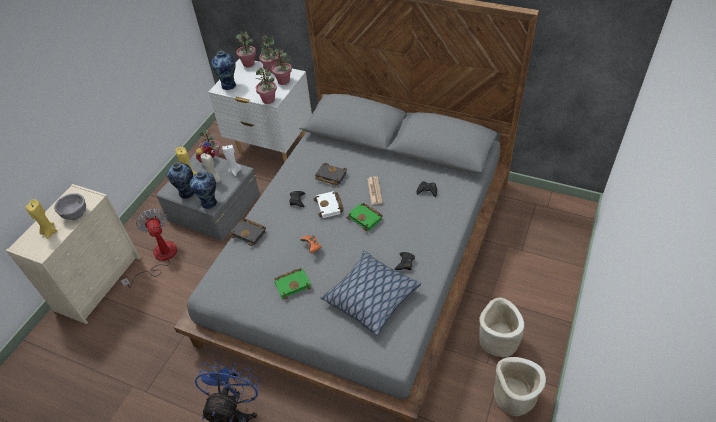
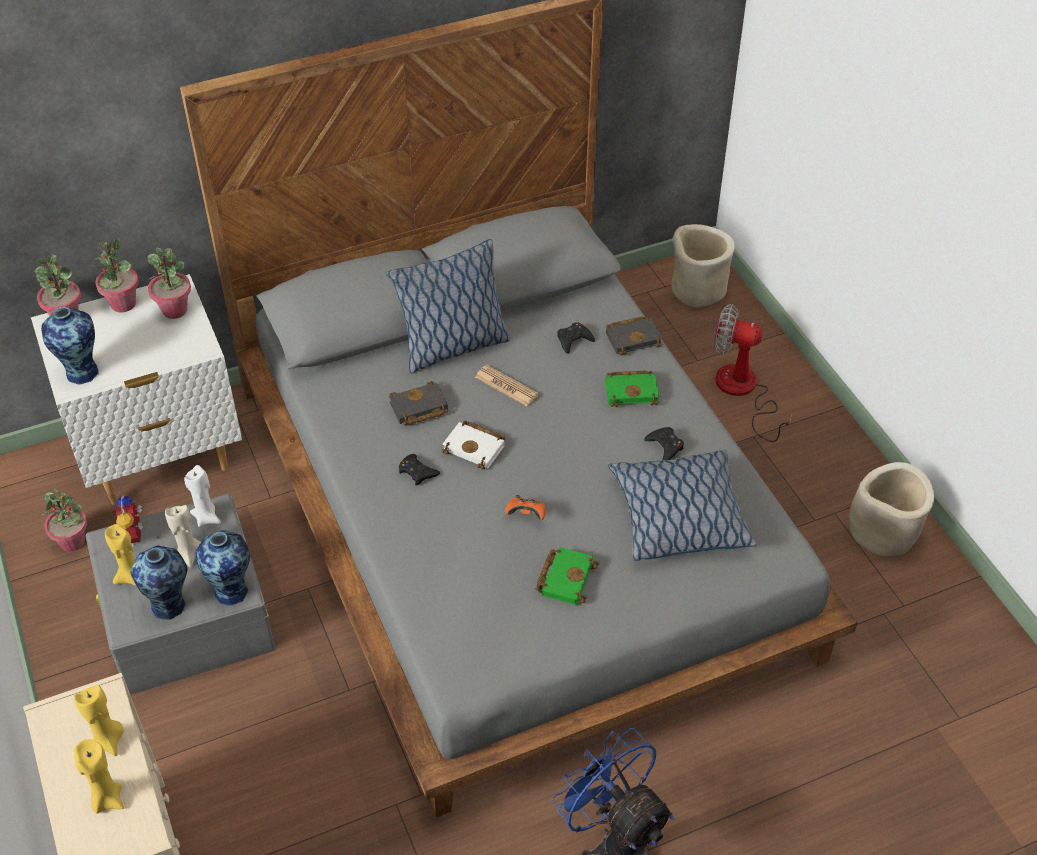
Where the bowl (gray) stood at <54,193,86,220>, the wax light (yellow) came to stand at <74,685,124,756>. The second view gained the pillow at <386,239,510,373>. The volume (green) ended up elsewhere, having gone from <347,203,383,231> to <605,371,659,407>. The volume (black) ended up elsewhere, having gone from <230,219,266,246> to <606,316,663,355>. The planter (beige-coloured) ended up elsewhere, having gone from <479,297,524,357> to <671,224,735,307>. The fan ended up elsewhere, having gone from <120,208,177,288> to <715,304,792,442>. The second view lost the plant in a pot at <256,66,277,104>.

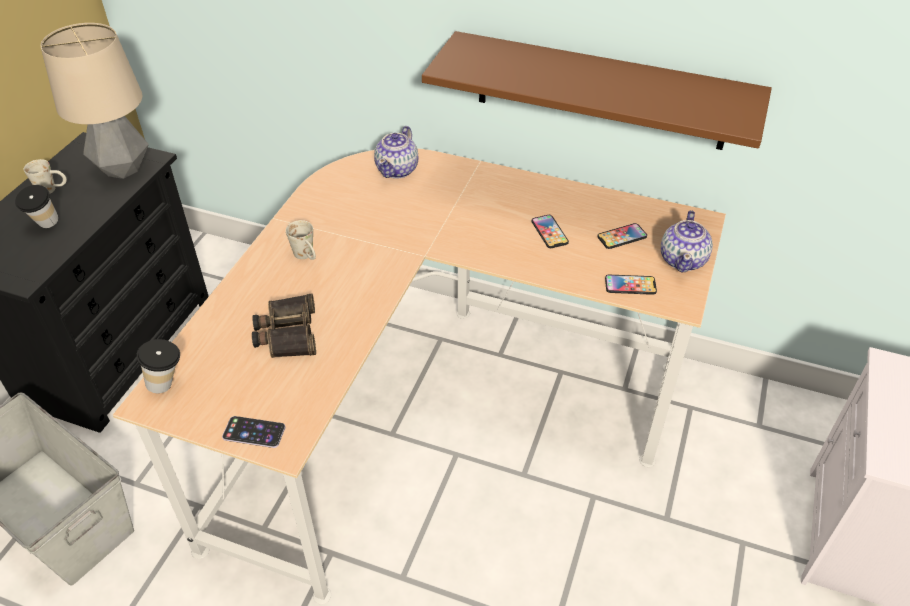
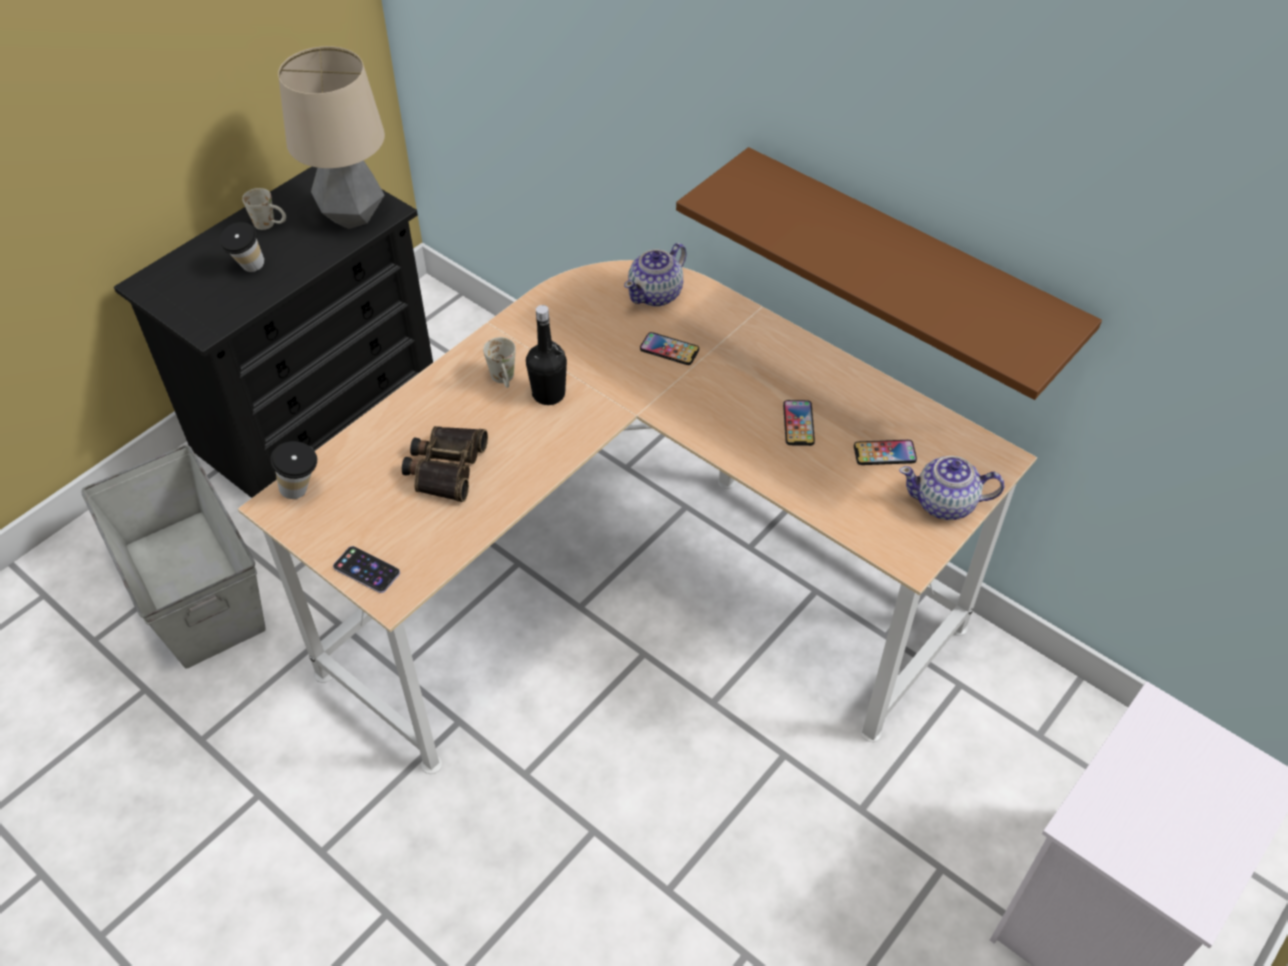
The second view gained the drink bottle (black) at <526,305,567,405>. The handset ended up elsewhere, having gone from <605,275,657,295> to <640,332,699,365>. The pot for tea at <661,210,713,273> ended up facing another way, 60 degrees clockwise from before.

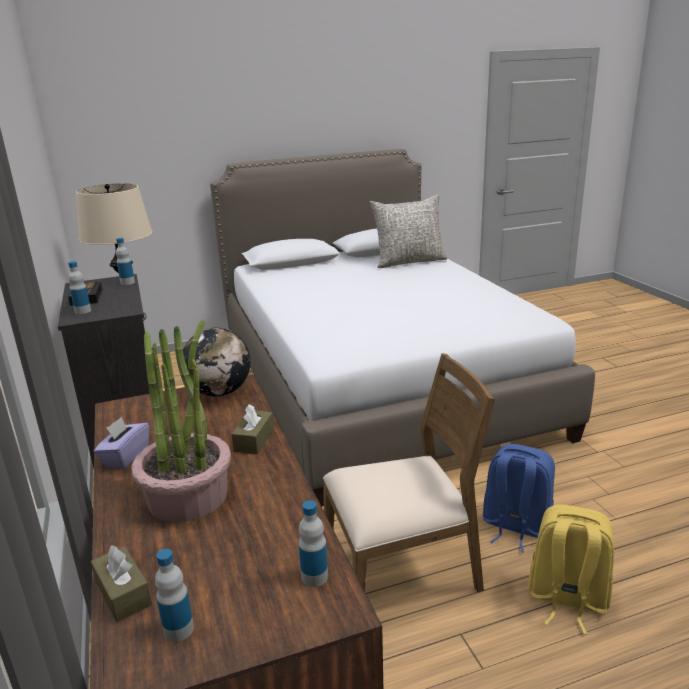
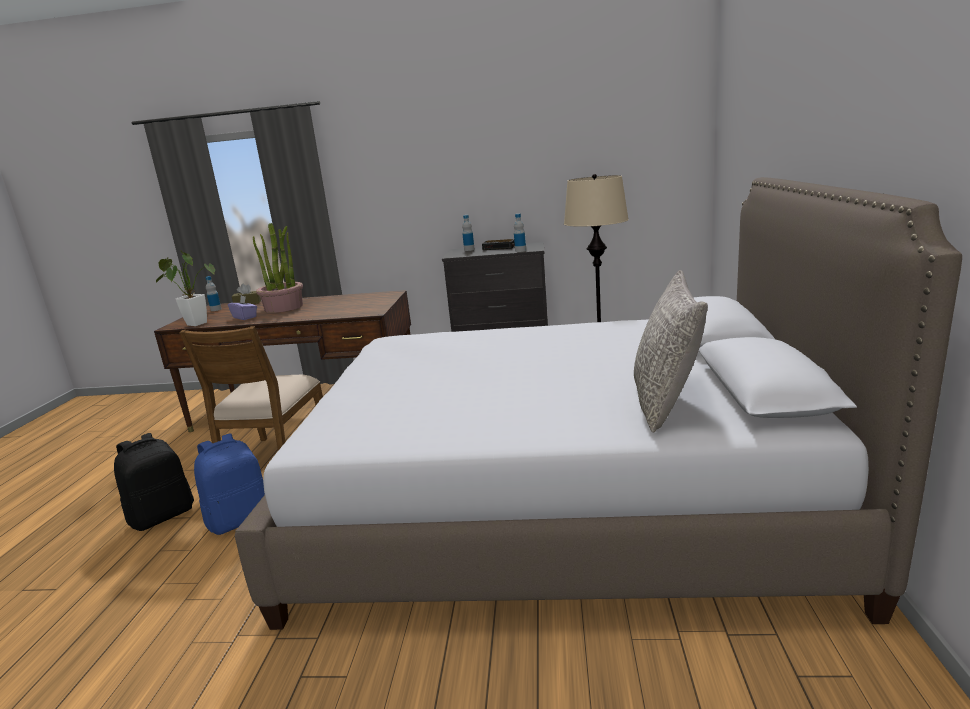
What was the rucksack (yellow) at <528,504,614,634> turned into the rucksack (black) at <114,433,194,531>. Where the drink bottle stood at <299,500,328,587>, the plant in a pot came to stand at <156,250,215,326>. The tissue holder (purple-coloured) ended up elsewhere, having gone from <94,416,149,469> to <228,296,257,320>. The second view lost the globe at <183,328,251,396>. The second view lost the tissue holder (brown) at <232,404,274,455>.

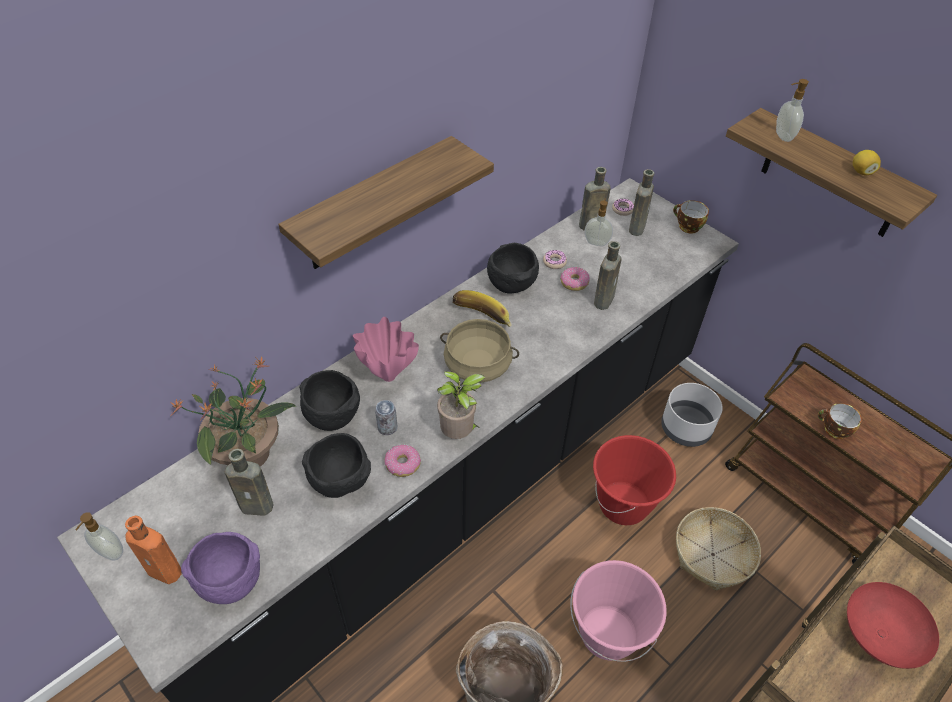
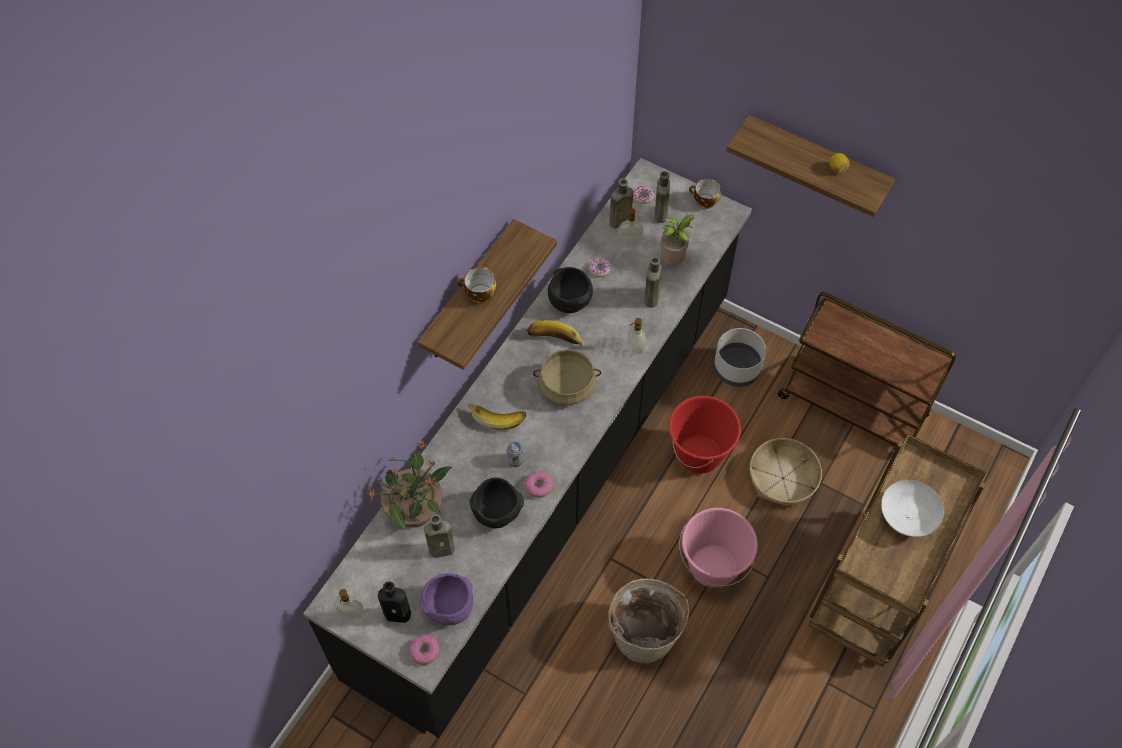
What was the drink bottle (orange) at <125,516,181,584> turned into the drink bottle (black) at <378,581,411,623>. The ring doughnut ended up elsewhere, having gone from <560,267,590,291> to <409,635,439,665>. The drinking cup ended up elsewhere, having gone from <818,403,862,439> to <457,267,496,303>. Where the flower vase (pink-coloured) stood at <353,317,419,382>, the banana came to stand at <467,401,526,430>. The soap dispenser ended up elsewhere, having gone from <776,79,809,142> to <628,318,646,354>. The plant in a pot ended up elsewhere, having gone from <437,371,485,439> to <661,215,695,265>. What was the bowl (red-coloured) at <847,582,939,669> turned into the bowl (whitish) at <881,480,944,537>. The second view lost the bowl (black) at <299,370,360,431>.

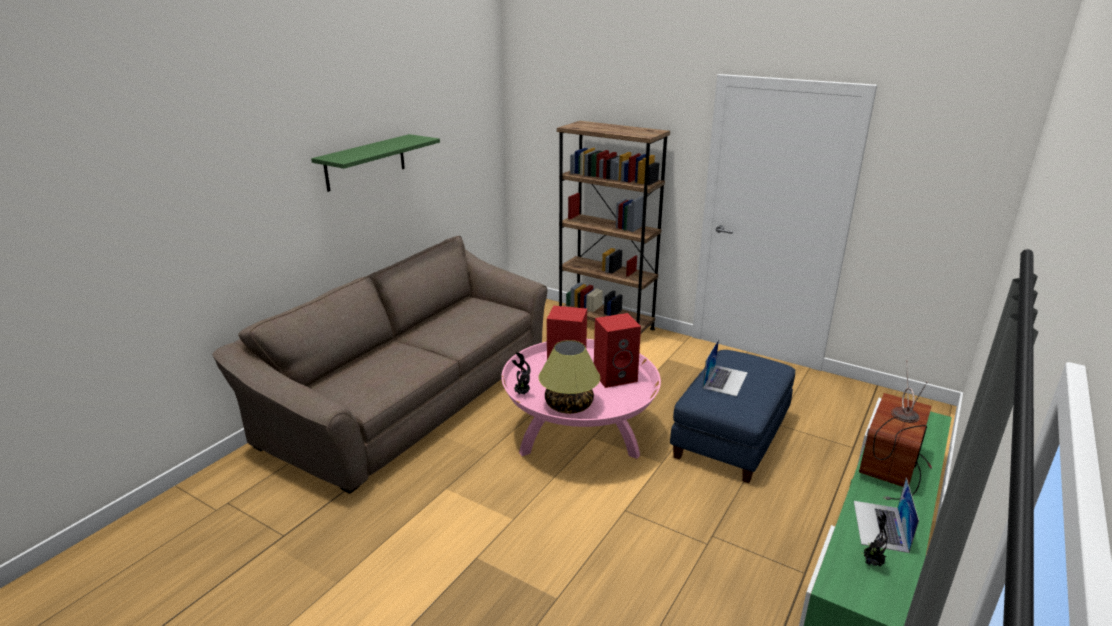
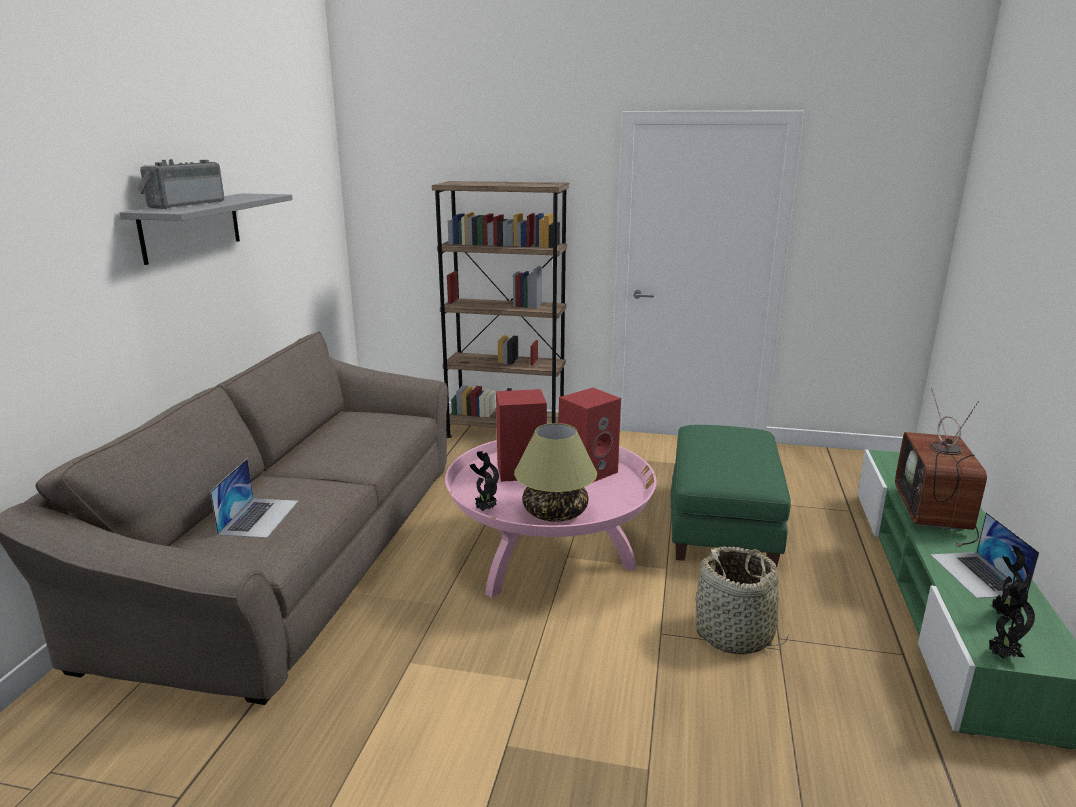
What was the wall shelf (green) at <311,134,440,192> turned into the wall shelf (gray) at <119,193,293,265>. The second view gained the radio at <137,159,224,209>. The notebook computer ended up elsewhere, having gone from <703,339,748,396> to <210,459,298,538>. What was the pouffe (bluish) at <670,350,795,483> turned into the pouffe (green) at <671,425,791,567>. The second view gained the household basket at <695,546,789,655>. The second view gained the plant in a pot at <989,586,1035,659>.

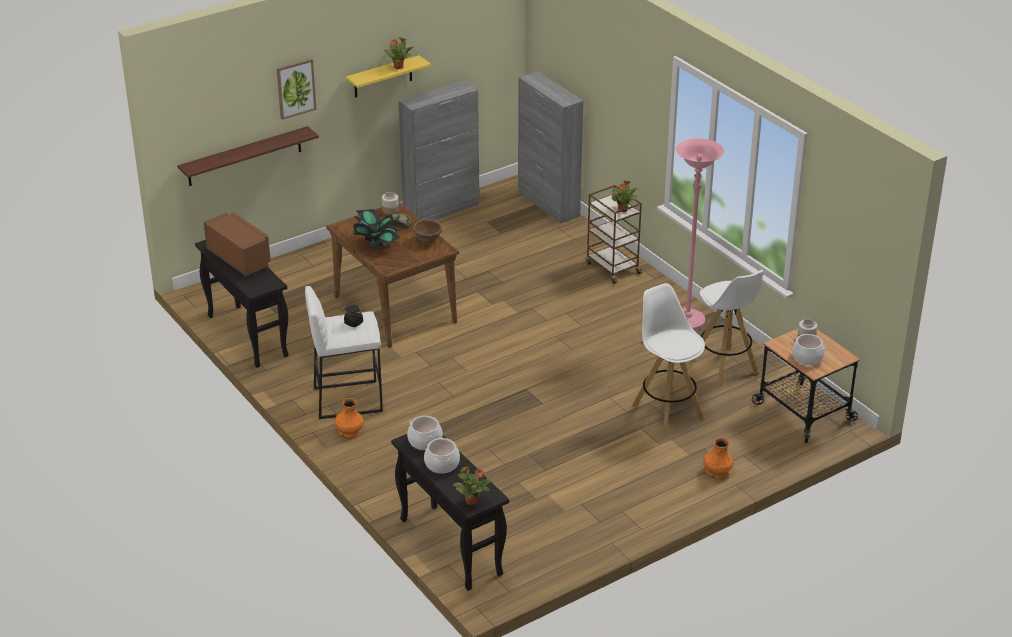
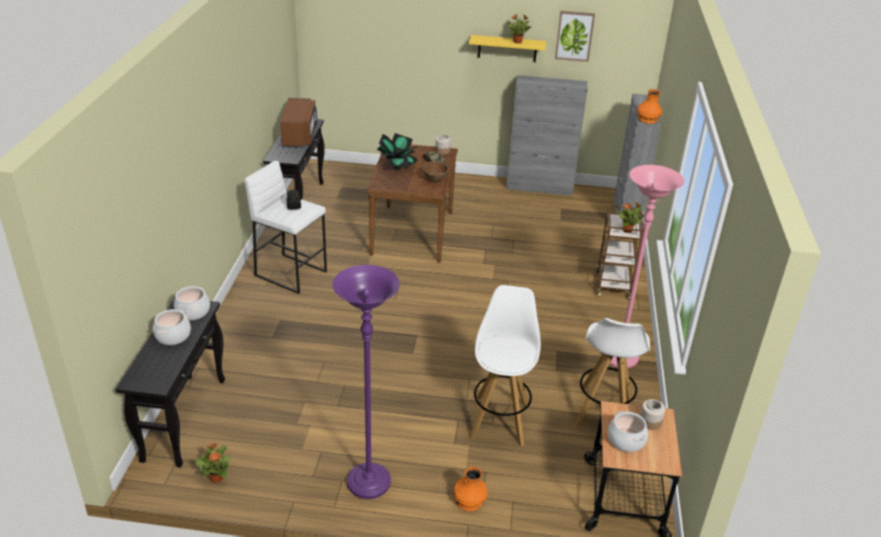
The plant in a pot ended up elsewhere, having gone from <453,466,491,505> to <195,443,230,483>. The second view gained the standard lamp (purple-coloured) at <333,265,400,499>. The wall art ended up elsewhere, having gone from <277,58,317,120> to <555,11,595,62>. The flower vase (orange) ended up elsewhere, having gone from <335,398,363,438> to <637,89,662,124>. The second view lost the wall shelf at <178,126,319,186>.

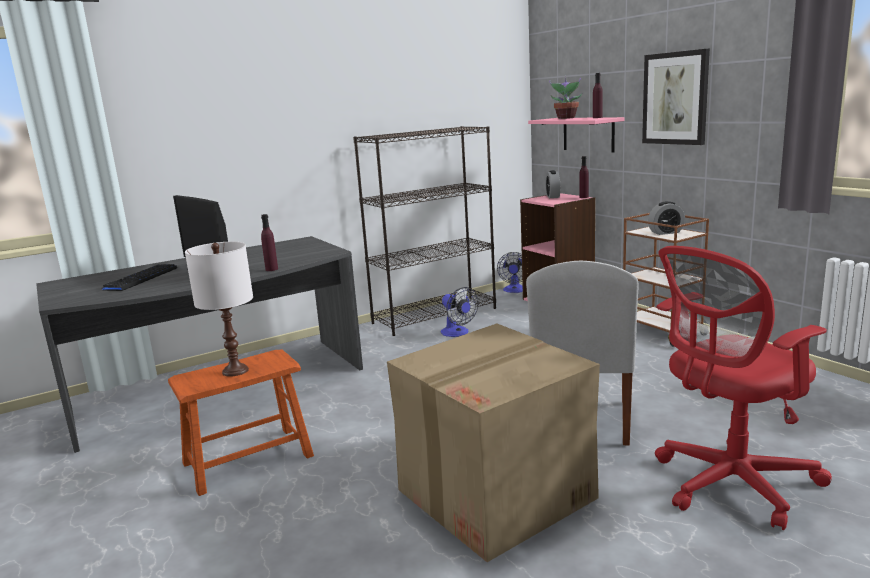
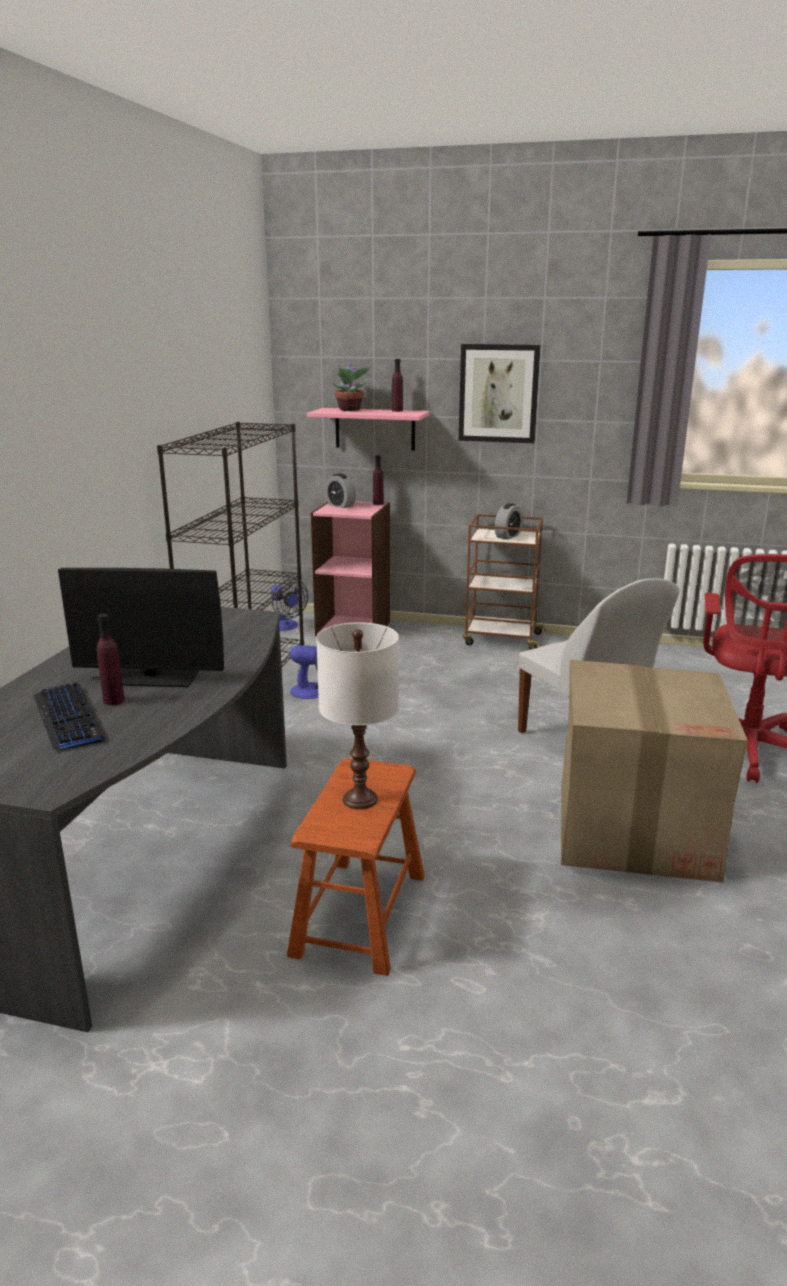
The drink bottle (purple-coloured) ended up elsewhere, having gone from <261,214,278,271> to <97,614,125,705>.

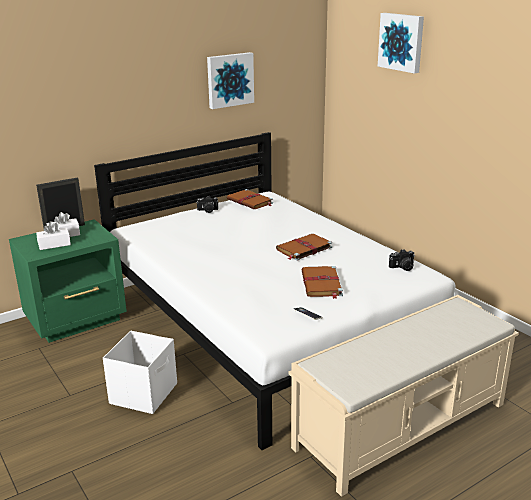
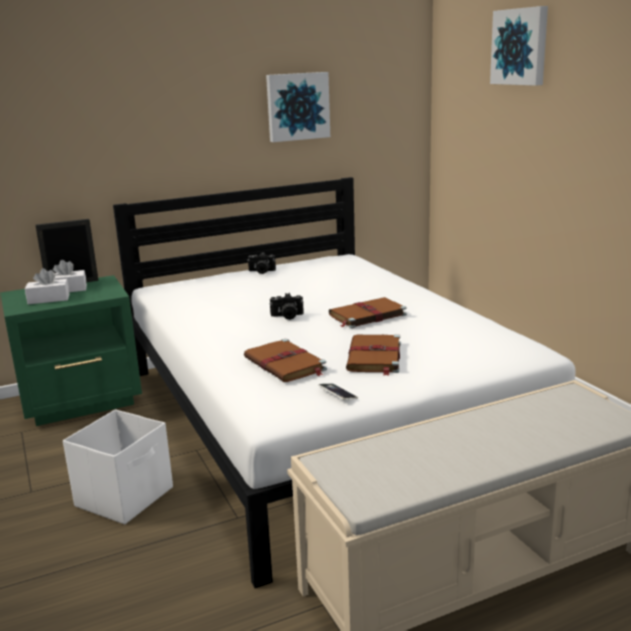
The volume (brown) ended up elsewhere, having gone from <227,189,273,209> to <244,339,327,382>. The photo camera ended up elsewhere, having gone from <389,250,415,271> to <270,293,304,320>.

